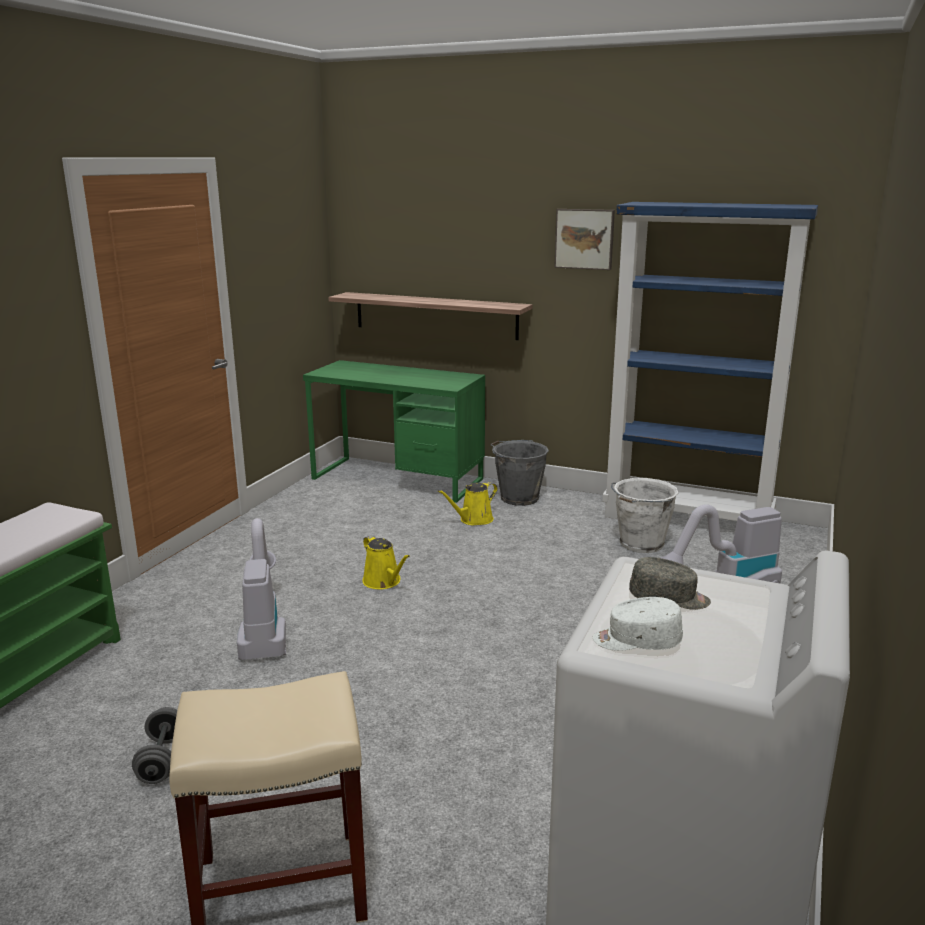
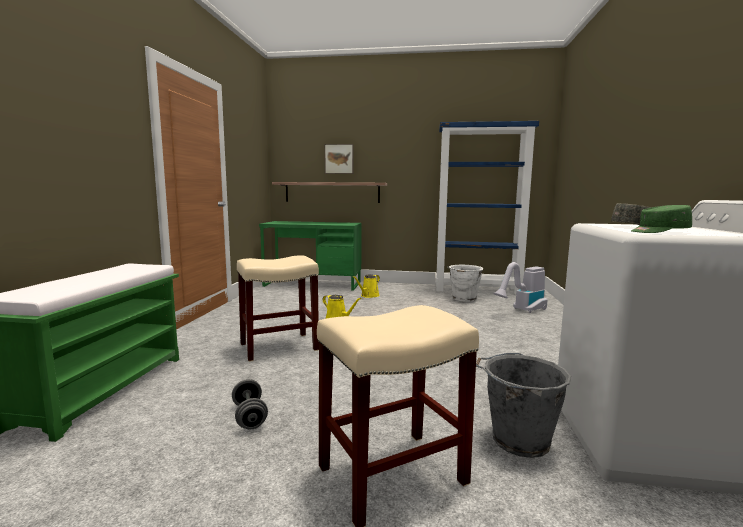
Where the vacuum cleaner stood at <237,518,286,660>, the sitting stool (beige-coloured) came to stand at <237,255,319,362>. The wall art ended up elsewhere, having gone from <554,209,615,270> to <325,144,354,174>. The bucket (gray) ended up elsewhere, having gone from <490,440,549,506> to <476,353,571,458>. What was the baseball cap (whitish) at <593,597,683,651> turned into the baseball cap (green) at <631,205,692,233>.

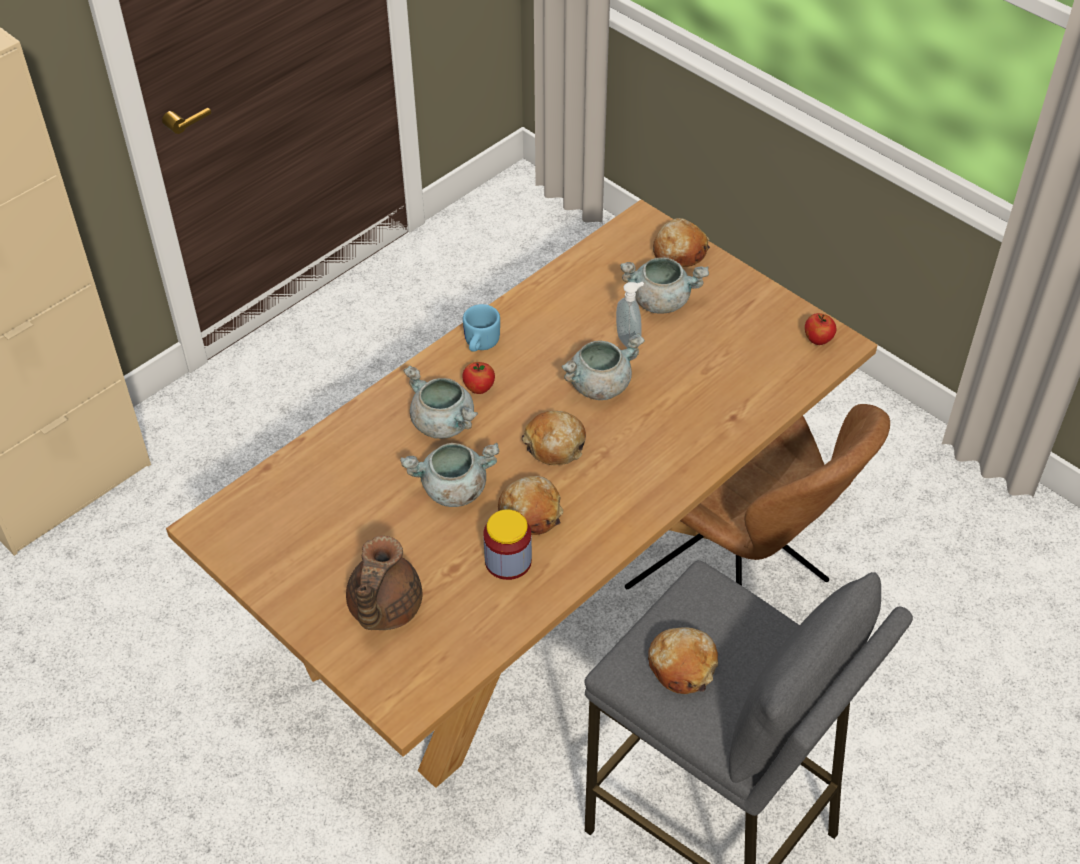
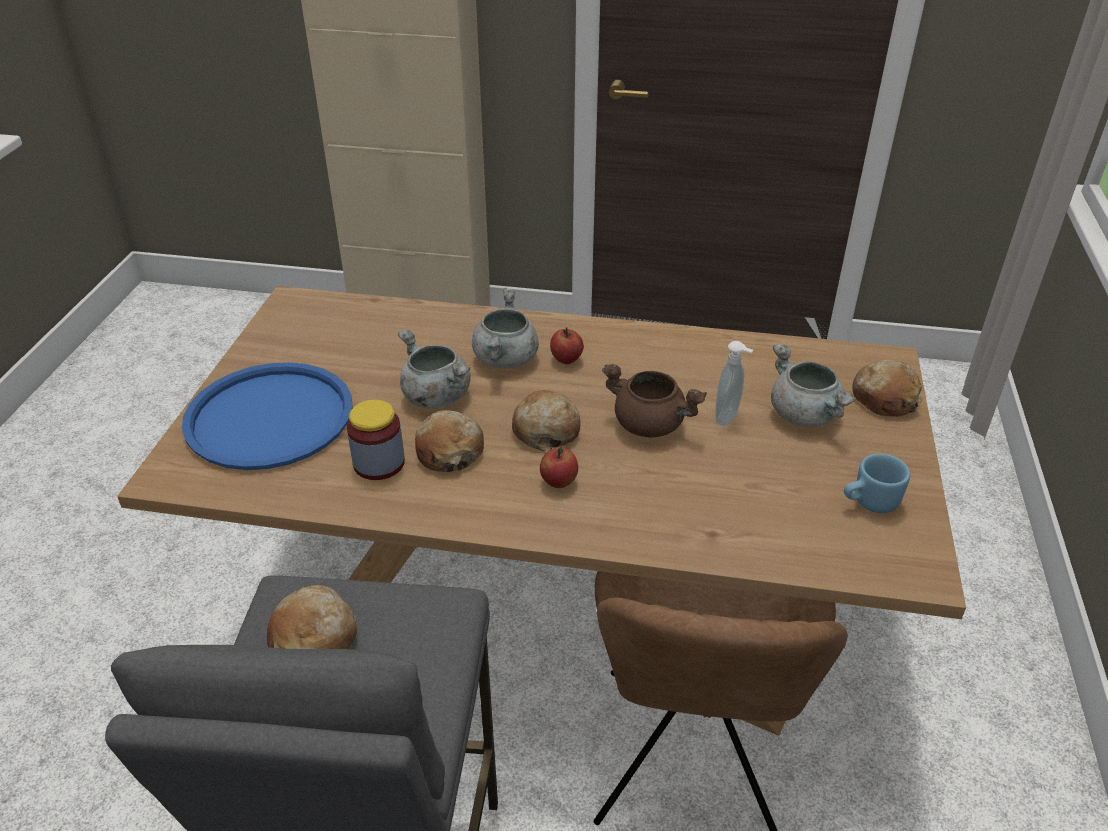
Where the pot for tea (brown) stood at <346,536,423,630>, the carrying tray (bluish) came to stand at <182,362,353,470>. The whole apple ended up elsewhere, having gone from <805,313,836,345> to <540,447,578,488>. What was the cooking pot (gray) at <561,333,645,400> turned into the cooking pot (brown) at <602,364,707,438>. The coffee mug (bluish) ended up elsewhere, having gone from <463,304,500,352> to <844,454,910,513>.

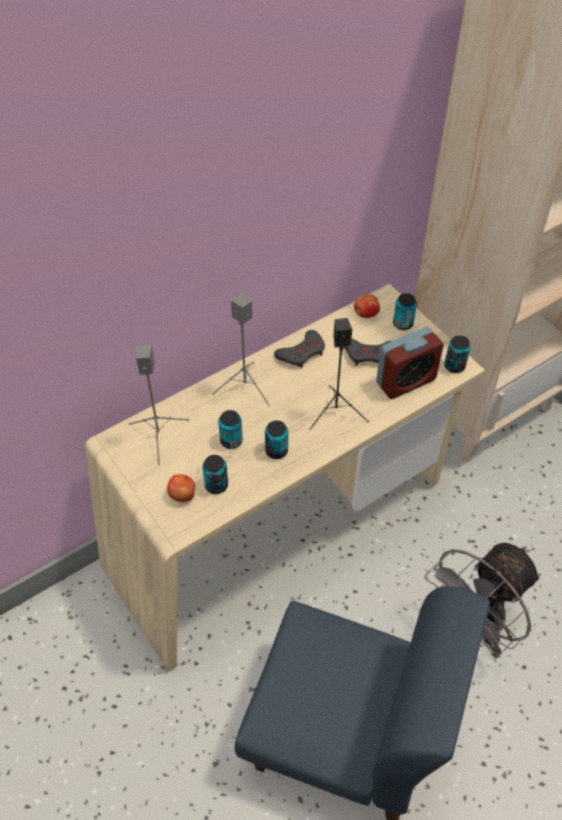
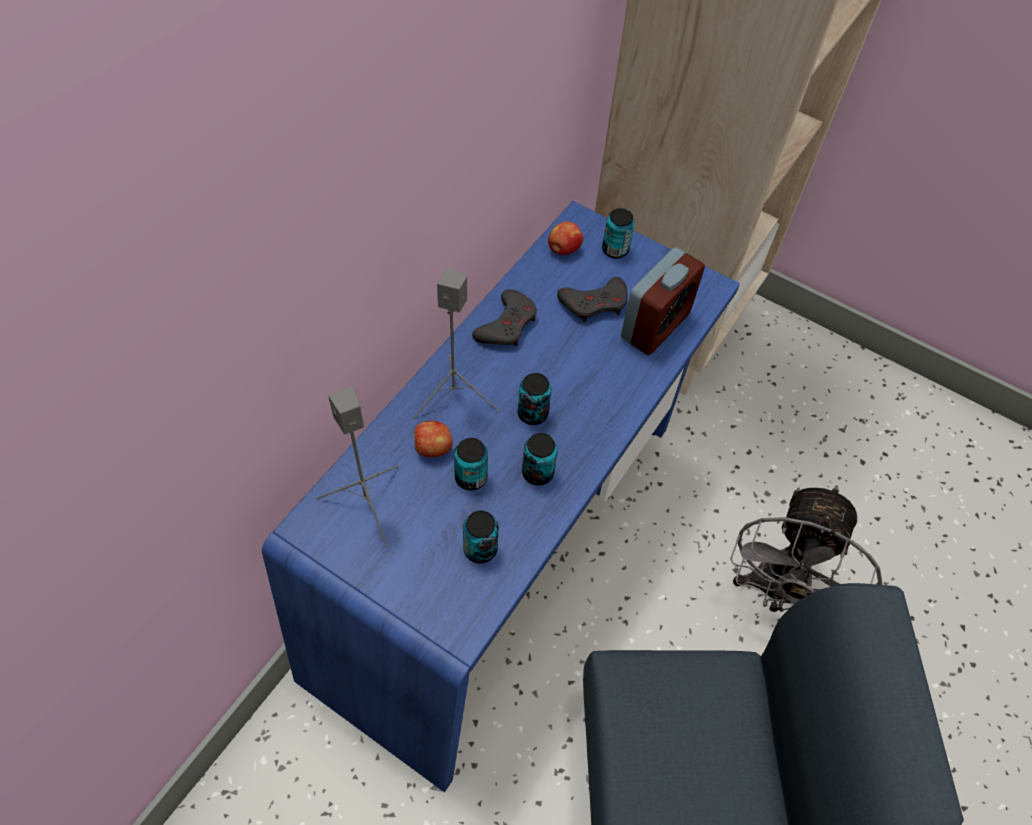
What was the desk (beige-coloured) at <85,284,485,672> turned into the desk (bluish) at <262,201,740,792>. The whole apple ended up elsewhere, having gone from <167,474,195,502> to <414,421,452,457>. The can ended up elsewhere, having gone from <444,336,471,373> to <518,373,552,425>. The second view lost the audio speaker (black) at <309,318,369,430>.

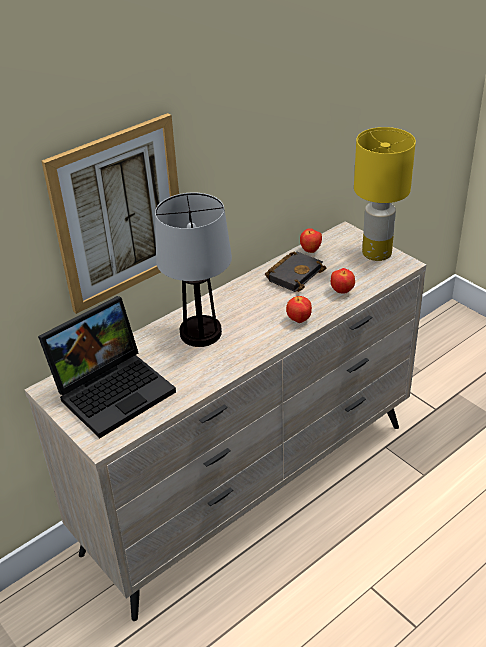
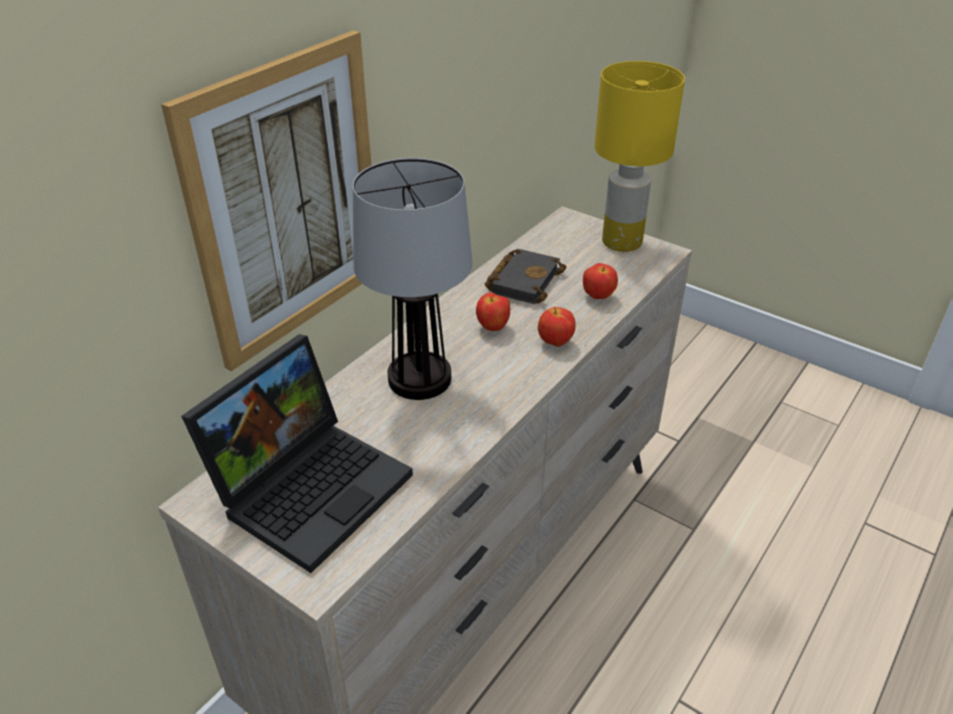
The whole apple ended up elsewhere, having gone from <300,228,322,253> to <476,293,510,331>.

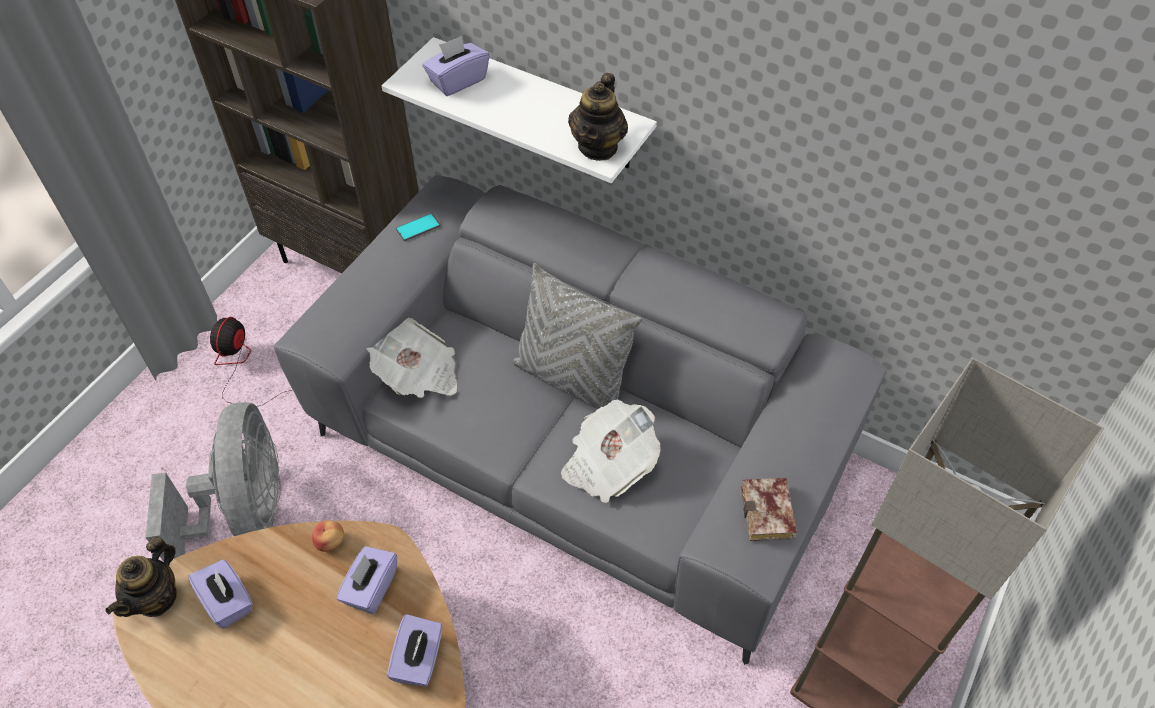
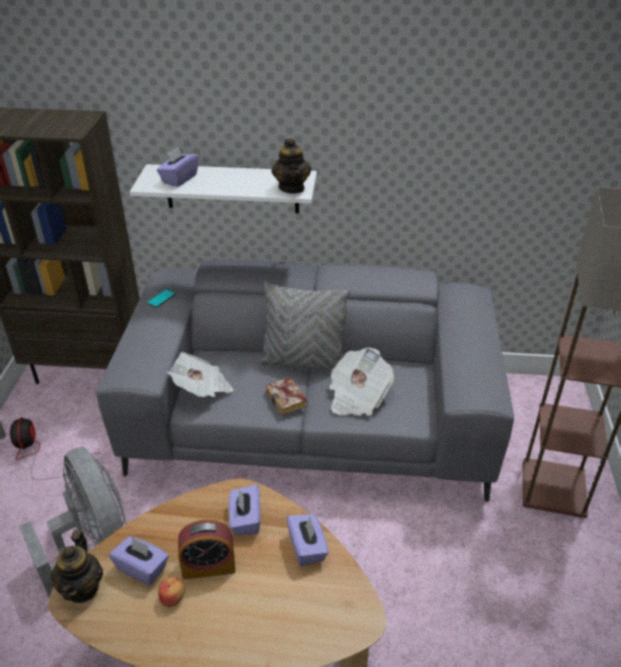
The whole apple ended up elsewhere, having gone from <312,520,344,552> to <158,577,185,607>. The second view gained the alarm clock at <178,519,235,580>. The volume ended up elsewhere, having gone from <741,478,797,541> to <265,377,308,416>.

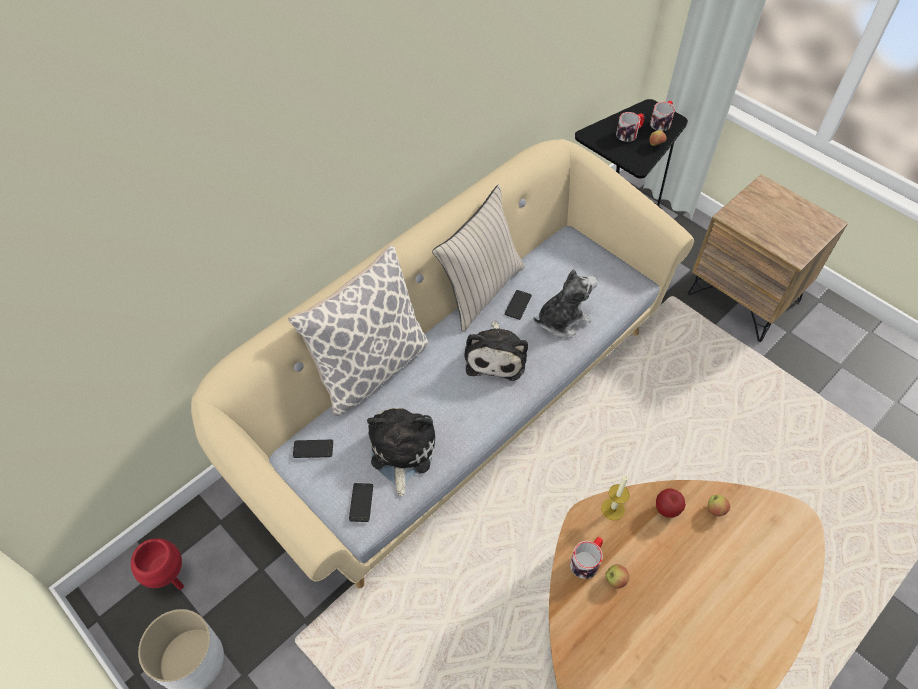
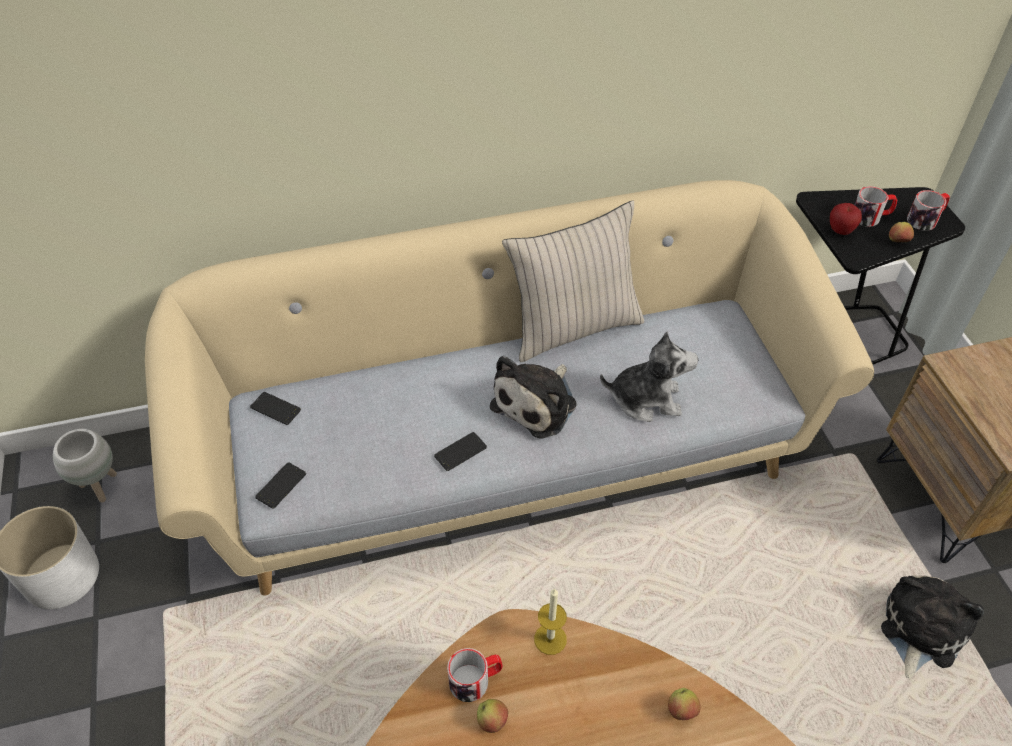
What was the planter (red-coloured) at <131,538,184,590> turned into the planter (whitish) at <53,429,117,503>. The handset ended up elsewhere, having gone from <505,290,532,320> to <434,432,487,471>. The whole apple ended up elsewhere, having gone from <656,489,686,518> to <830,203,862,235>. The soft toy ended up elsewhere, having gone from <367,408,435,497> to <881,576,984,678>. The second view lost the pillow at <288,245,429,416>.

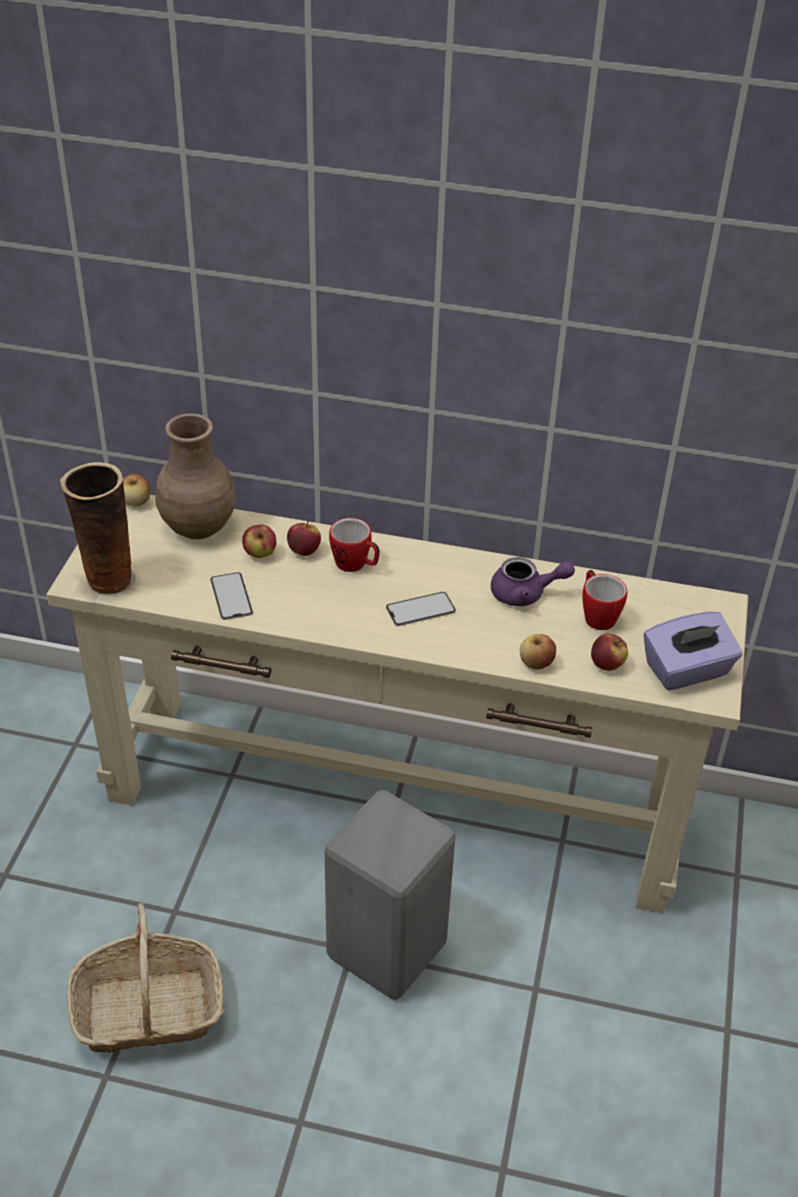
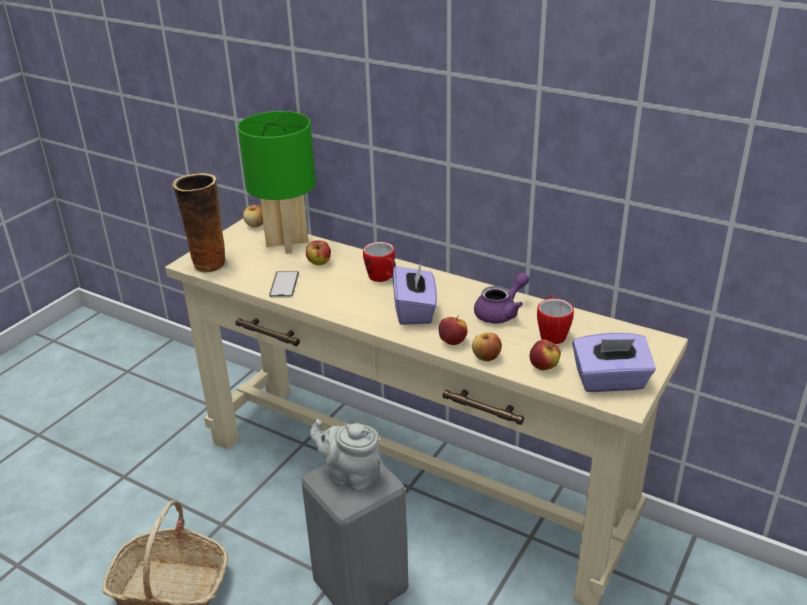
Where the flower vase (brown) stood at <155,413,236,539>, the tabletop lamp (green) came to stand at <237,111,316,254>. The second view gained the pot for tea (gray) at <310,419,381,492>. Where the handset stood at <386,592,456,626>, the tissue holder (purple-coloured) came to stand at <393,263,437,325>. The whole apple ended up elsewhere, having gone from <287,521,321,556> to <439,316,468,345>. The pot for tea (purple-coloured) at <491,557,575,606> ended up facing another way, 60 degrees counterclockwise from before.

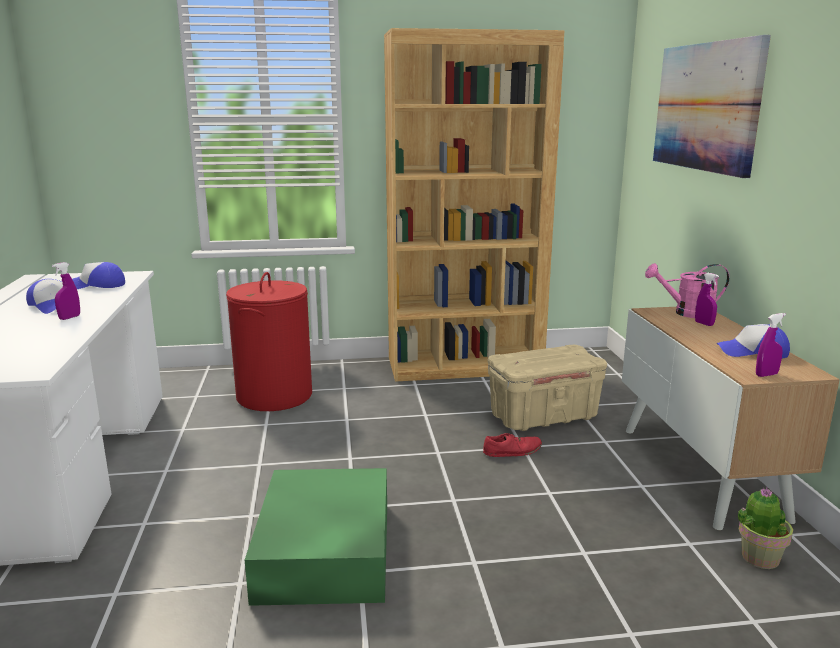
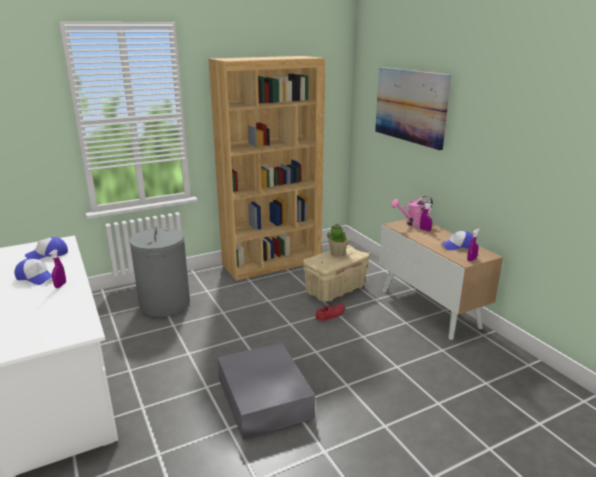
What was the laundry basket (red-coloured) at <226,272,312,411> turned into the laundry basket (gray) at <129,226,190,317>. What was the storage container (green) at <245,468,387,606> turned into the storage container (gray) at <218,343,315,440>. The plant in a pot ended up elsewhere, having gone from <738,488,793,569> to <327,224,349,257>.

